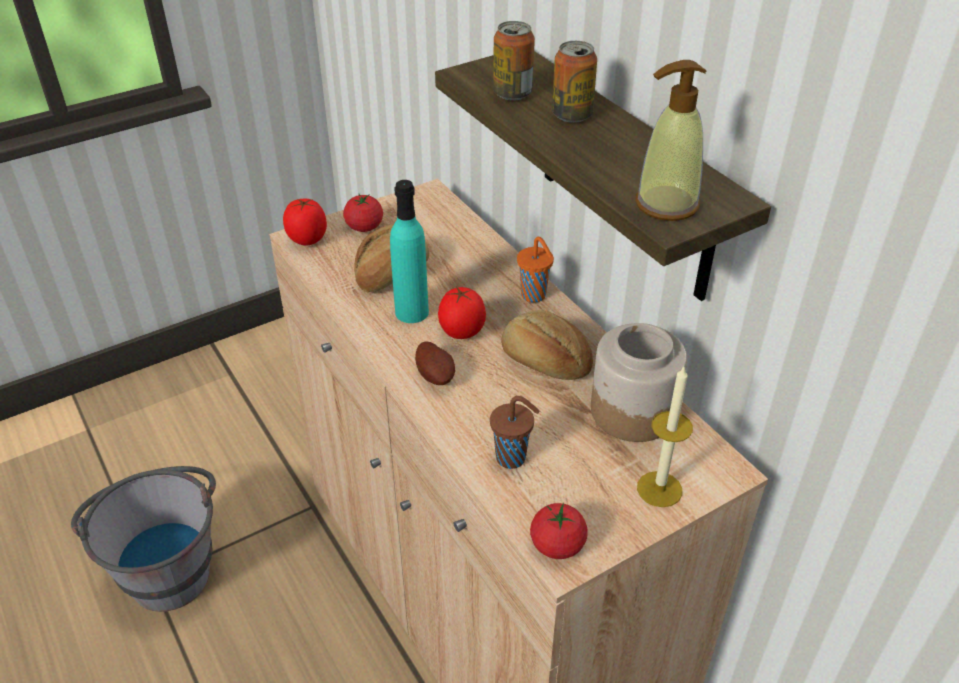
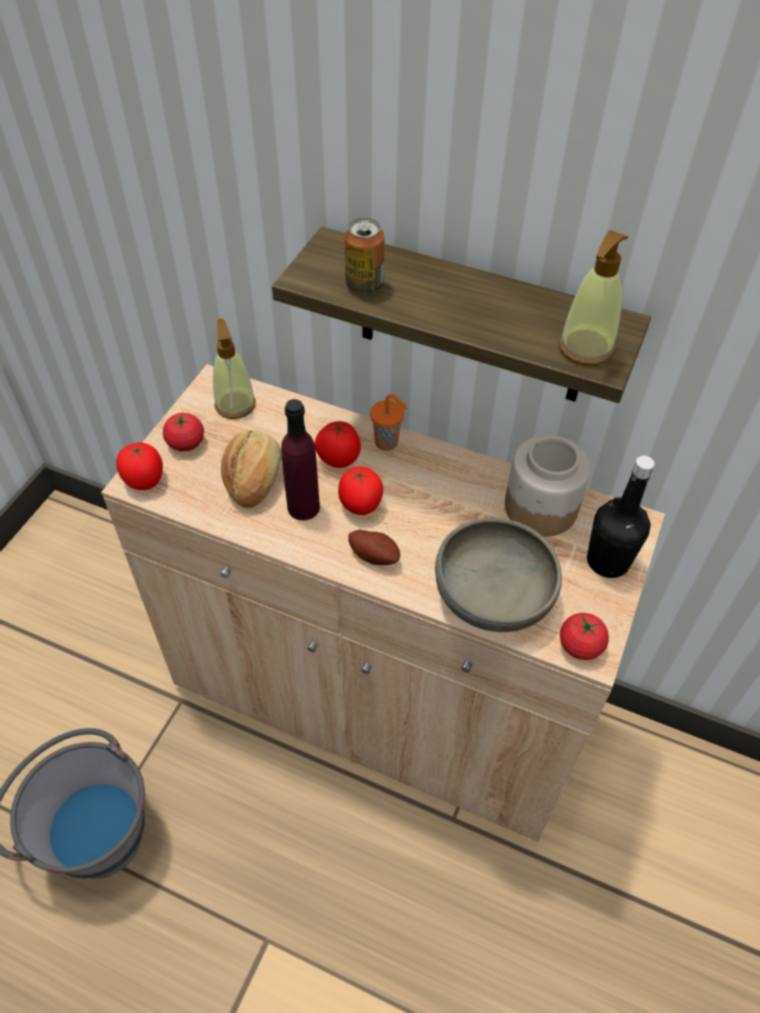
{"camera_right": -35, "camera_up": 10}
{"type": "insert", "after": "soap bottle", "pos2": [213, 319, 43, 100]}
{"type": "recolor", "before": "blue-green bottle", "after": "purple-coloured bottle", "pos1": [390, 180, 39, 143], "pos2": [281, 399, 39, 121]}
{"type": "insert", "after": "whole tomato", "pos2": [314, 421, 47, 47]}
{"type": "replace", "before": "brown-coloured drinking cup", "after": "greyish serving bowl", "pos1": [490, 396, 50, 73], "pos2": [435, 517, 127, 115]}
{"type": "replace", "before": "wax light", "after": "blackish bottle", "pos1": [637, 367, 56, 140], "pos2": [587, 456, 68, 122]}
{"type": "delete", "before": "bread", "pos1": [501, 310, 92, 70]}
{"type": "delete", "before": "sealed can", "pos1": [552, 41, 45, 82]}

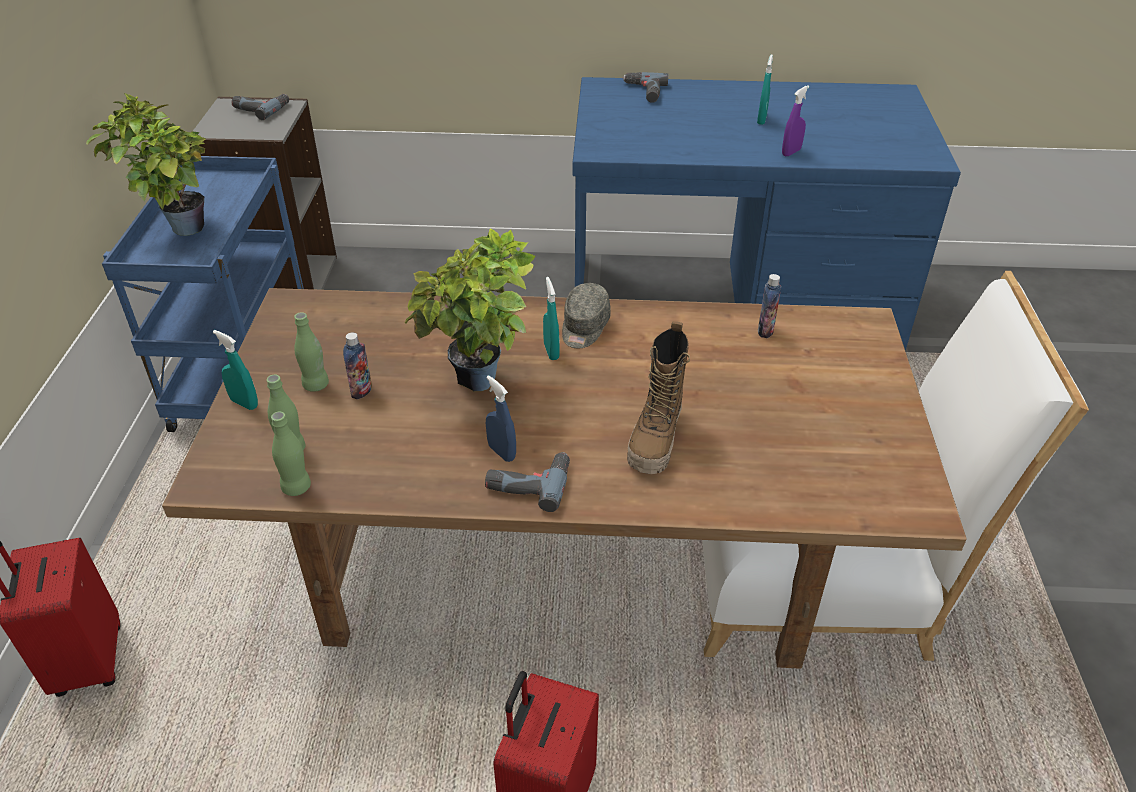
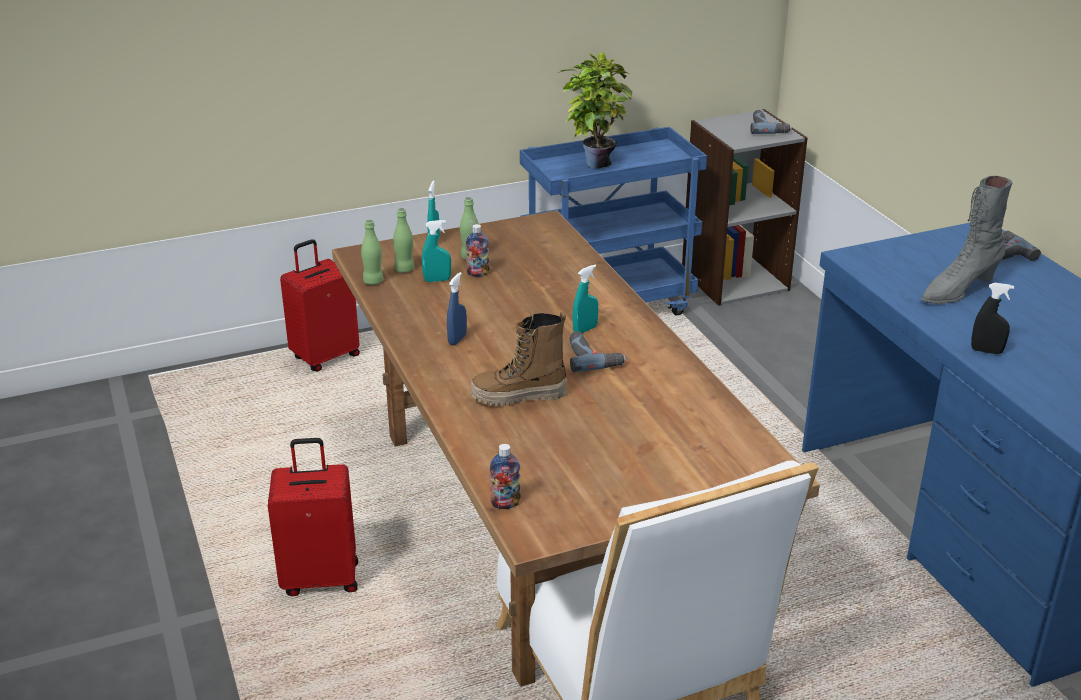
{"camera_right": 65, "camera_up": -10}
{"type": "move", "before": "blue-green sprayer", "pos1": [757, 54, 16, 71], "pos2": [422, 220, 29, 62]}
{"type": "move", "before": "bottle", "pos1": [758, 274, 23, 64], "pos2": [490, 444, 31, 65]}
{"type": "move", "before": "power drill", "pos1": [485, 452, 85, 60], "pos2": [569, 331, 57, 41]}
{"type": "insert", "after": "greyish high-top boot", "pos2": [920, 176, 92, 128]}
{"type": "recolor", "before": "purple-coloured sprayer", "after": "blackish sprayer", "pos1": [782, 85, 27, 71], "pos2": [971, 283, 43, 71]}
{"type": "delete", "before": "houseplant", "pos1": [405, 229, 131, 162]}
{"type": "delete", "before": "greyish baseball cap", "pos1": [562, 283, 48, 65]}

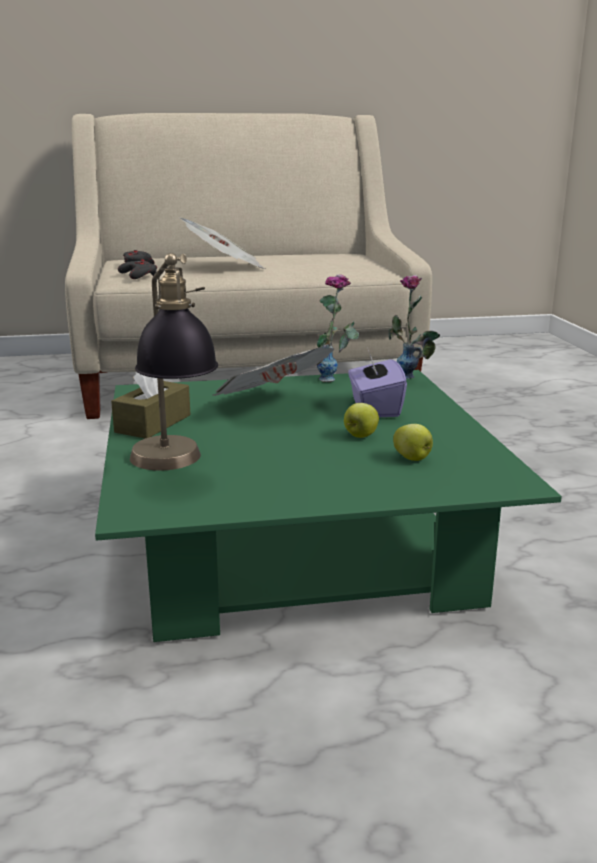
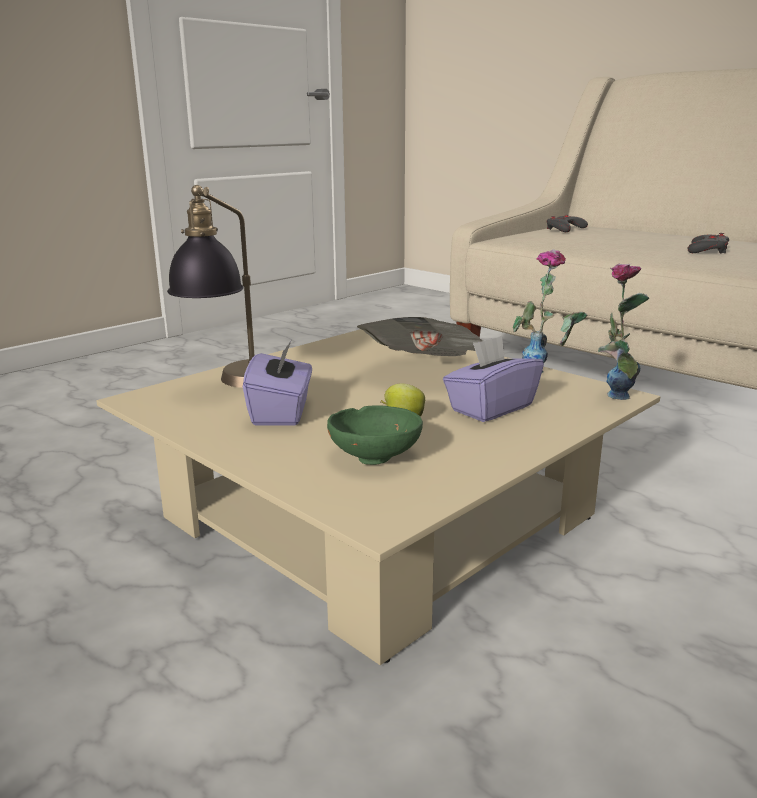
{"camera_right": 55, "camera_up": 0}
{"type": "recolor", "before": "green lounge table", "after": "sand-coloured lounge table", "pos1": [95, 370, 467, 272], "pos2": [96, 329, 564, 336]}
{"type": "insert", "after": "purple-coloured tissue holder", "pos2": [243, 341, 69, 85]}
{"type": "replace", "before": "apple", "after": "green serving bowl", "pos1": [393, 424, 40, 37], "pos2": [327, 405, 96, 60]}
{"type": "move", "before": "greyish gamepad", "pos1": [118, 259, 39, 20], "pos2": [687, 233, 42, 21]}
{"type": "delete", "before": "brown-coloured tissue holder", "pos1": [111, 373, 80, 65]}
{"type": "delete", "before": "daily paper", "pos1": [178, 217, 87, 52]}

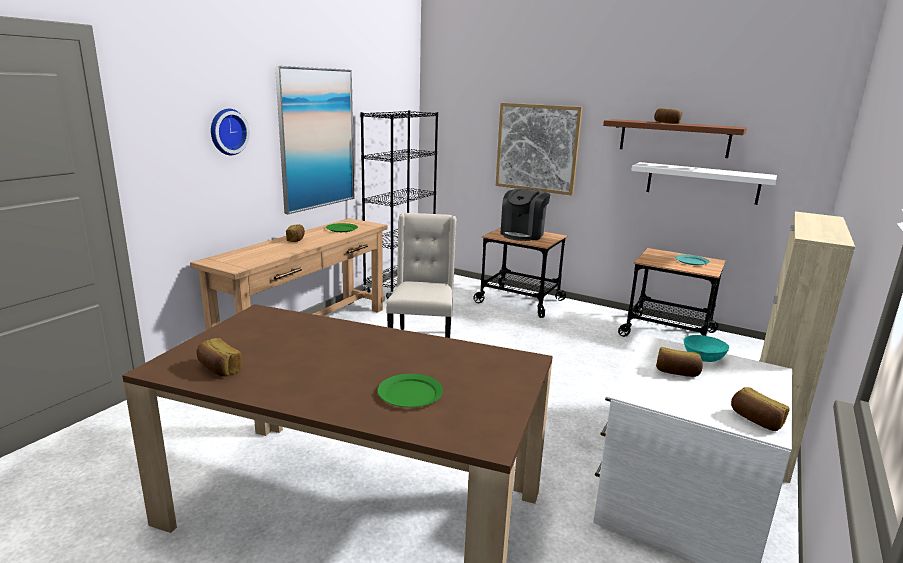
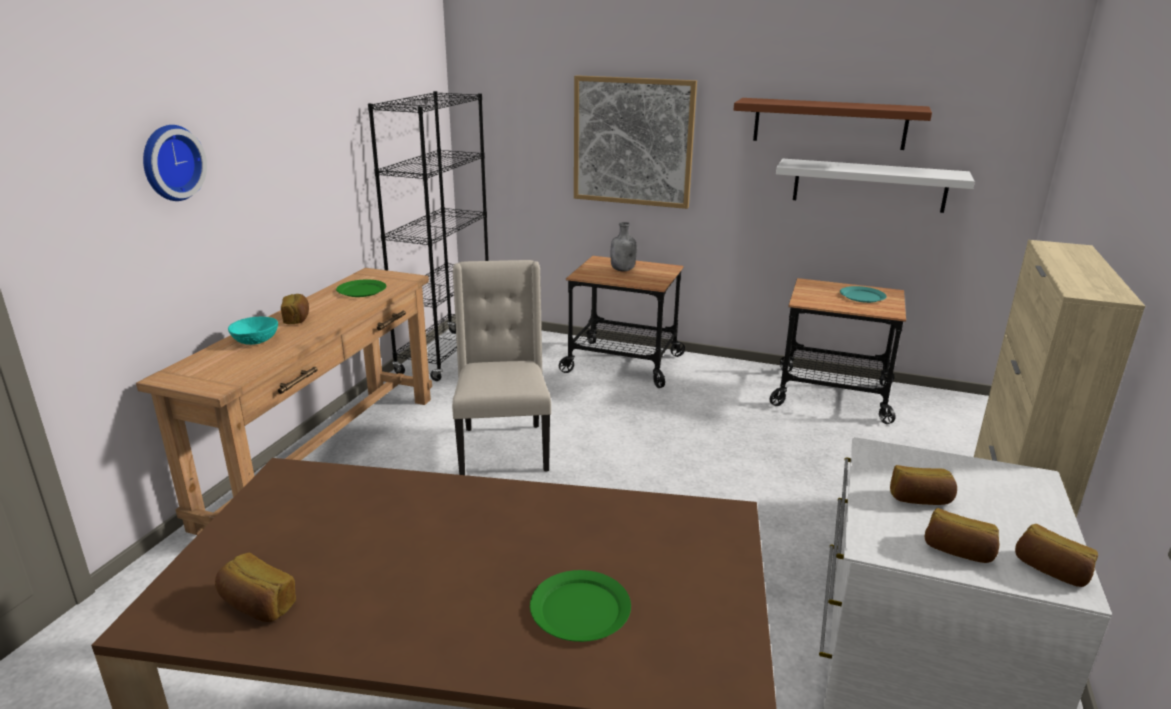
{"camera_right": -10, "camera_up": 5}
{"type": "move", "before": "blue-green serving bowl", "pos1": [684, 335, 45, 27], "pos2": [228, 317, 50, 28]}
{"type": "replace", "before": "coffee maker", "after": "greyish bottle", "pos1": [500, 189, 50, 52], "pos2": [611, 222, 25, 50]}
{"type": "move", "before": "bread", "pos1": [654, 108, 28, 16], "pos2": [925, 508, 74, 55]}
{"type": "delete", "before": "wall art", "pos1": [275, 66, 79, 148]}

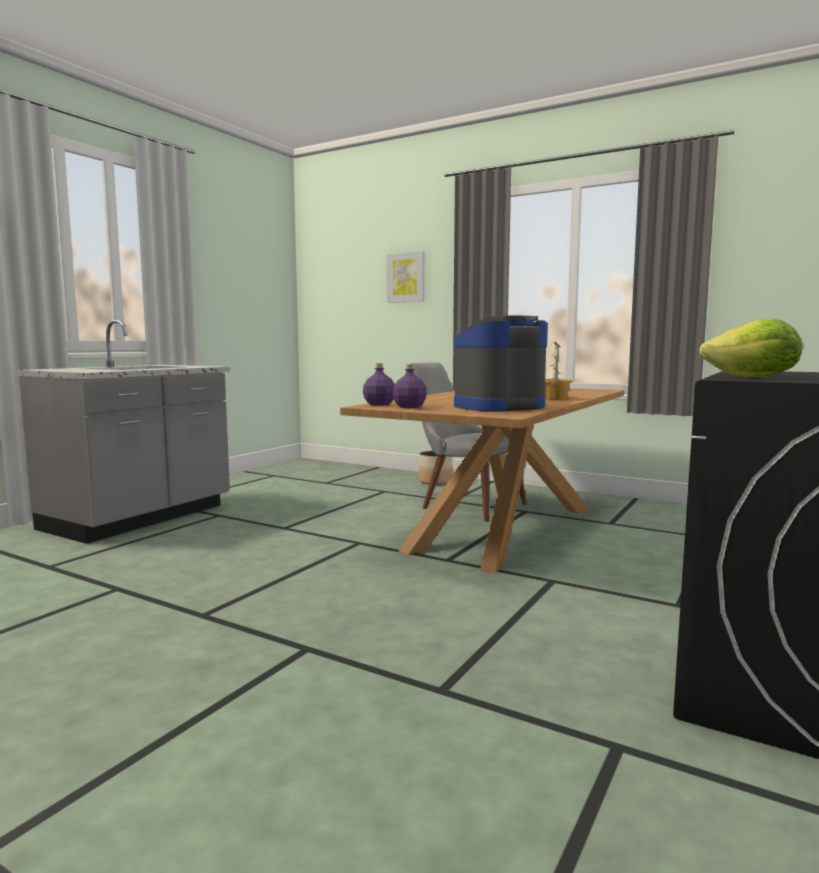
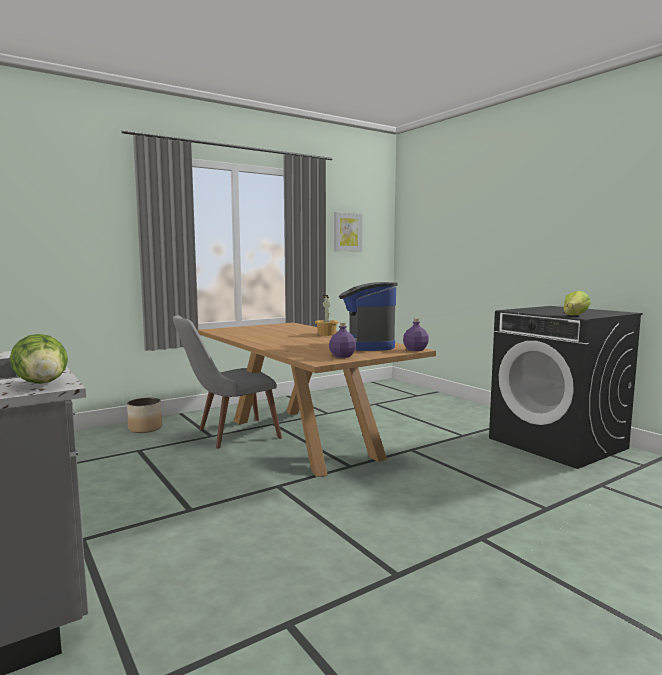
{"camera_right": -65, "camera_up": 0}
{"type": "insert", "after": "lettuce", "pos2": [10, 334, 58, 50]}
{"type": "move", "before": "wall art", "pos1": [387, 251, 37, 52], "pos2": [334, 212, 28, 39]}
{"type": "move", "before": "purple-coloured bottle", "pos1": [363, 363, 32, 43], "pos2": [403, 318, 26, 33]}

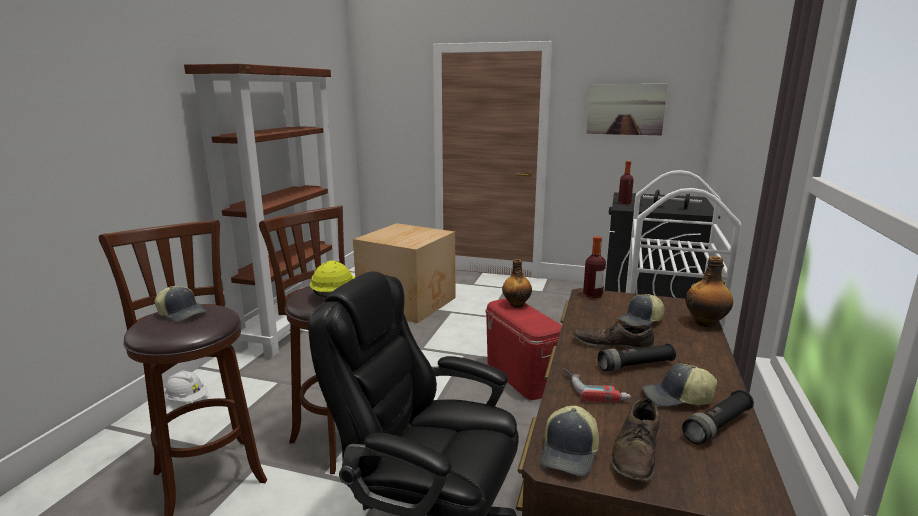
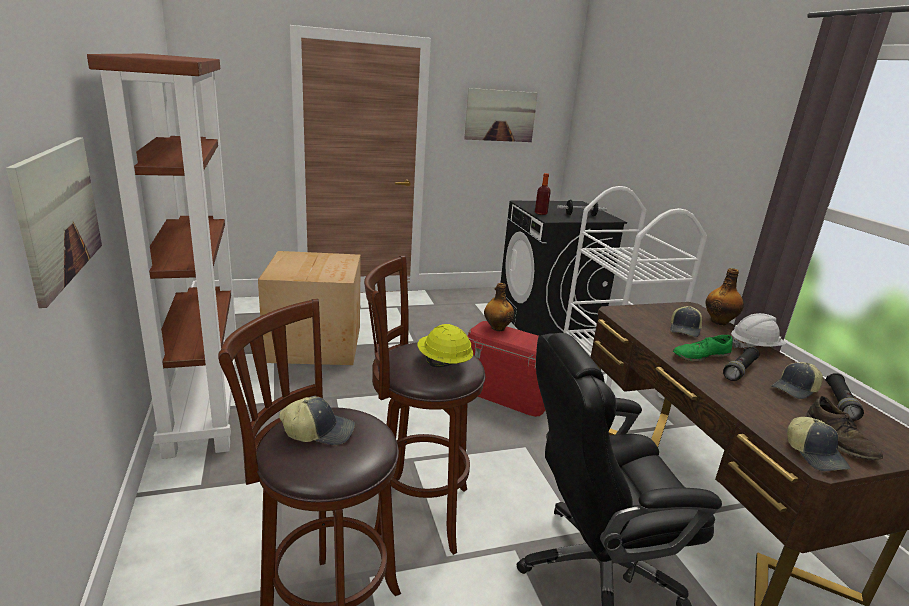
{"camera_right": -35, "camera_up": 5}
{"type": "insert", "after": "wall art", "pos2": [6, 137, 96, 171]}
{"type": "recolor", "before": "brown-coloured low shoe", "after": "green low shoe", "pos1": [573, 322, 81, 27], "pos2": [673, 335, 60, 27]}
{"type": "move", "before": "white safety helmet", "pos1": [164, 371, 44, 31], "pos2": [731, 313, 55, 35]}
{"type": "delete", "before": "power drill", "pos1": [563, 368, 68, 35]}
{"type": "delete", "before": "bottle", "pos1": [583, 236, 23, 62]}

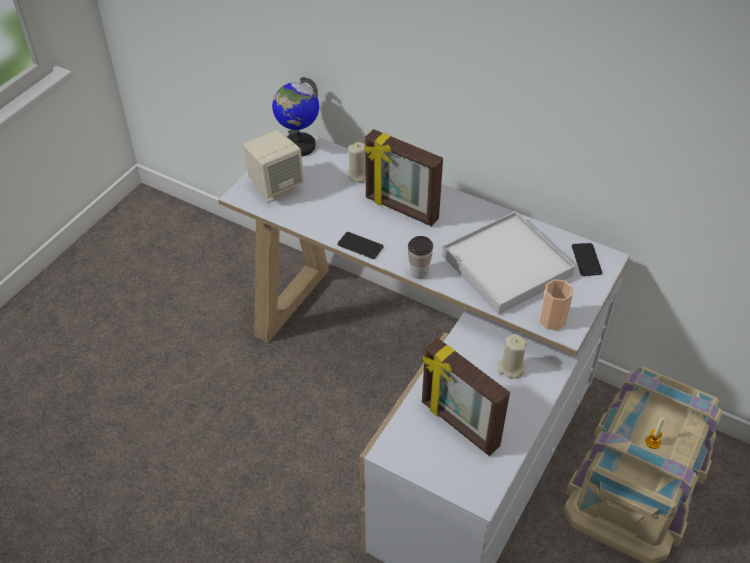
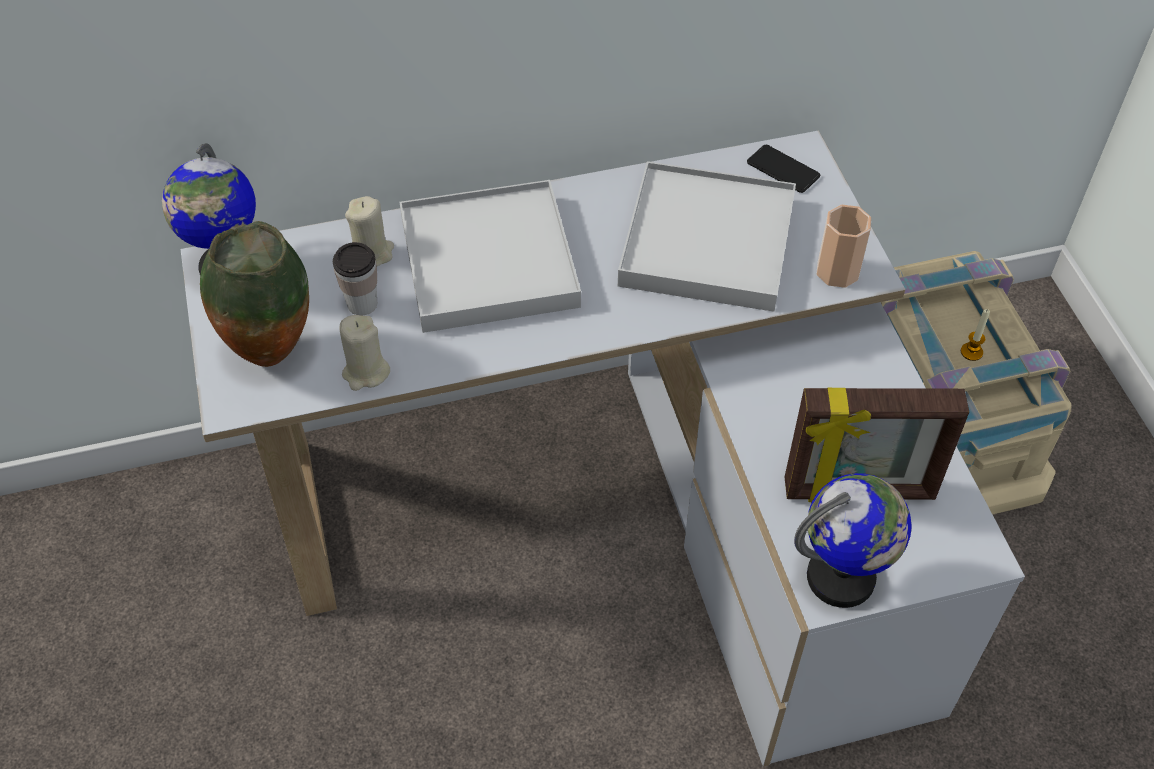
{"camera_right": -45, "camera_up": 5}
{"type": "replace", "before": "sand-coloured loudspeaker", "after": "vase", "pos1": [243, 130, 62, 73], "pos2": [200, 221, 109, 146]}
{"type": "move", "before": "drinking cup", "pos1": [408, 236, 25, 43], "pos2": [333, 242, 44, 74]}
{"type": "move", "before": "sand-coloured wax light", "pos1": [497, 334, 30, 44], "pos2": [340, 315, 50, 76]}
{"type": "replace", "before": "picture frame", "after": "white carrying tray", "pos1": [364, 129, 79, 97], "pos2": [399, 180, 182, 153]}
{"type": "insert", "after": "desk globe", "pos2": [794, 473, 118, 135]}
{"type": "delete", "before": "handset", "pos1": [337, 232, 46, 27]}

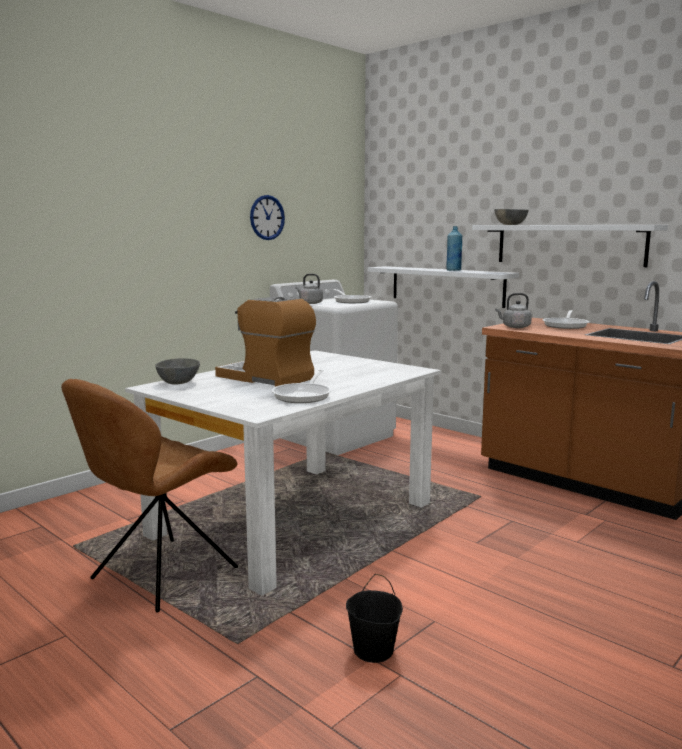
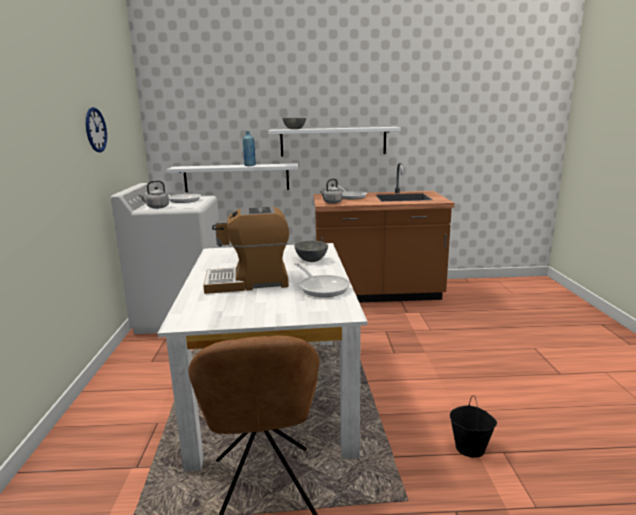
{"camera_right": -45, "camera_up": 5}
{"type": "move", "before": "greyish serving bowl", "pos1": [155, 358, 45, 27], "pos2": [294, 241, 34, 21]}

